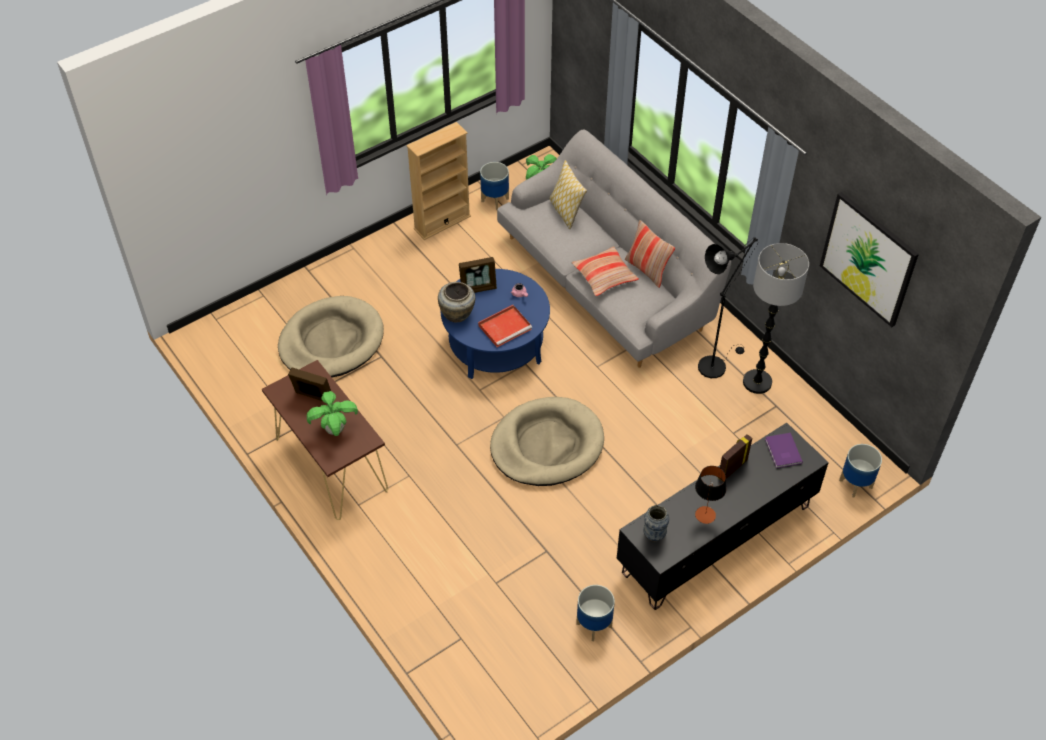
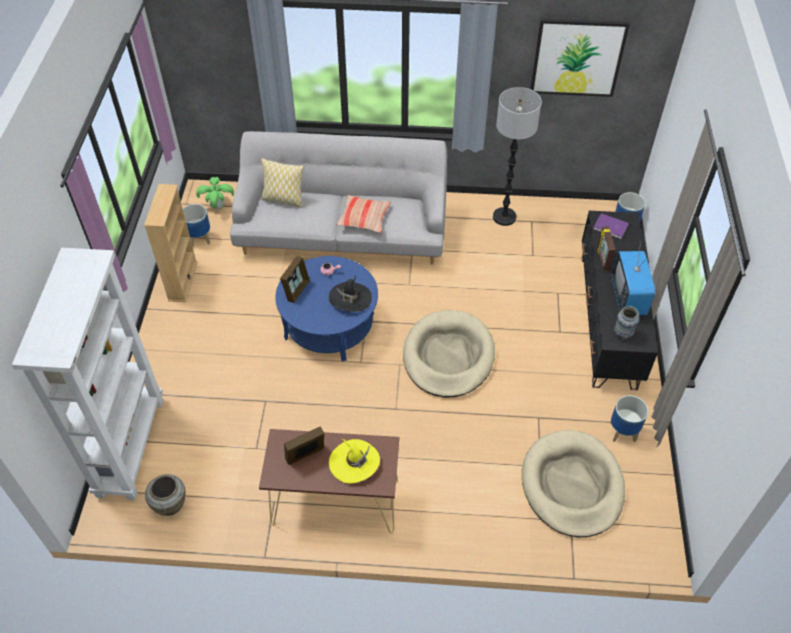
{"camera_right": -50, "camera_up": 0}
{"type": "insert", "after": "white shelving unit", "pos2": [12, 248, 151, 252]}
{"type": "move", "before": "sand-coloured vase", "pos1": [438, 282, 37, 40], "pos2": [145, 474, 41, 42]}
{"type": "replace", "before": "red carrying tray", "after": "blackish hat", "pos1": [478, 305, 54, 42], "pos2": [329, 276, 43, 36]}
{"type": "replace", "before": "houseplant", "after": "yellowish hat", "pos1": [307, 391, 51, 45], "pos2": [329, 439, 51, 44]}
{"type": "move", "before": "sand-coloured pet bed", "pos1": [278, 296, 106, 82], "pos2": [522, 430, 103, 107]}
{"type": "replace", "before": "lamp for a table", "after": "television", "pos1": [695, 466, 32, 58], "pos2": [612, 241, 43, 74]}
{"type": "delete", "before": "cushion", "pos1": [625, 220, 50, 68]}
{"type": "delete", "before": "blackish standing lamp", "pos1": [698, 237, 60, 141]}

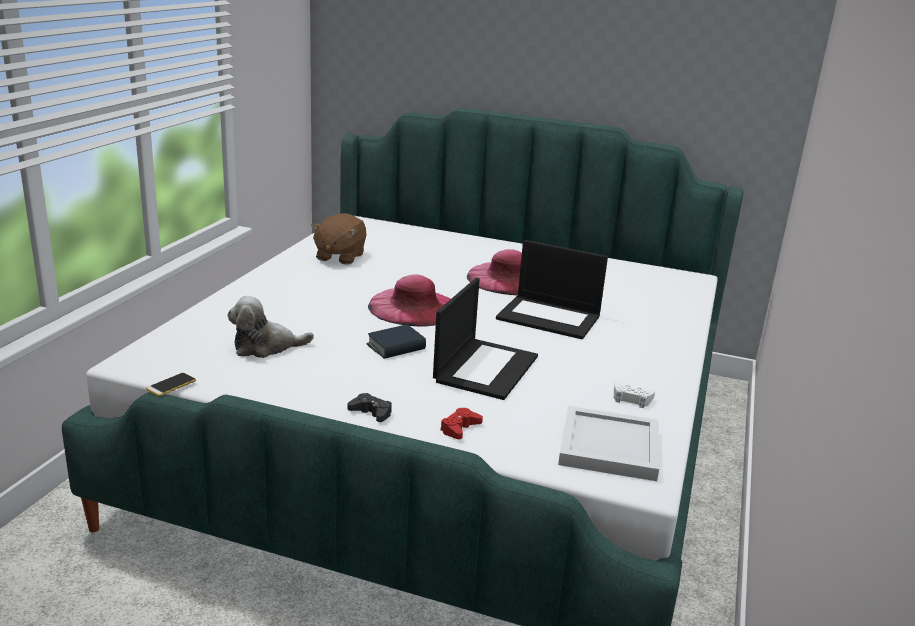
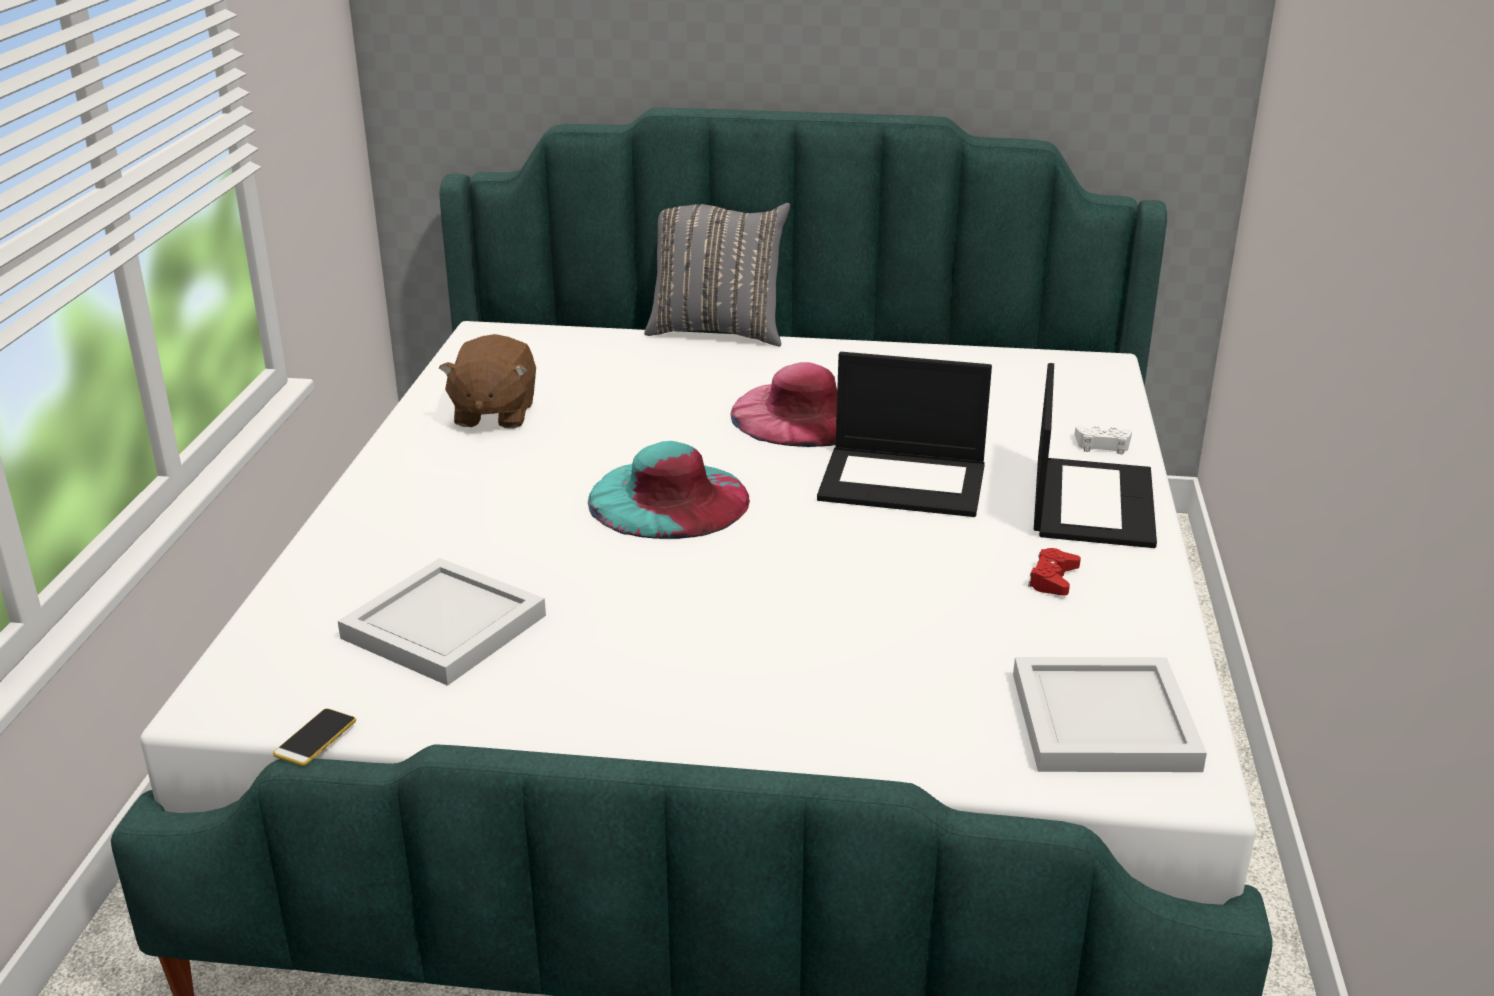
{"camera_right": -10, "camera_up": 5}
{"type": "replace", "before": "plush toy", "after": "white carrying tray", "pos1": [227, 296, 87, 62], "pos2": [338, 558, 208, 128]}
{"type": "recolor", "before": "pinkish hat", "after": "blue-green hat", "pos1": [368, 274, 83, 53], "pos2": [588, 441, 162, 98]}
{"type": "insert", "after": "greyish cushion", "pos2": [644, 203, 146, 143]}
{"type": "move", "before": "red gamepad", "pos1": [440, 408, 43, 31], "pos2": [1028, 548, 53, 48]}
{"type": "move", "before": "notebook computer", "pos1": [433, 278, 105, 122], "pos2": [1034, 363, 123, 185]}
{"type": "move", "before": "white gamepad", "pos1": [614, 382, 41, 26], "pos2": [1075, 425, 57, 29]}
{"type": "delete", "before": "blackish gamepad", "pos1": [347, 393, 45, 29]}
{"type": "delete", "before": "volume", "pos1": [366, 324, 60, 35]}

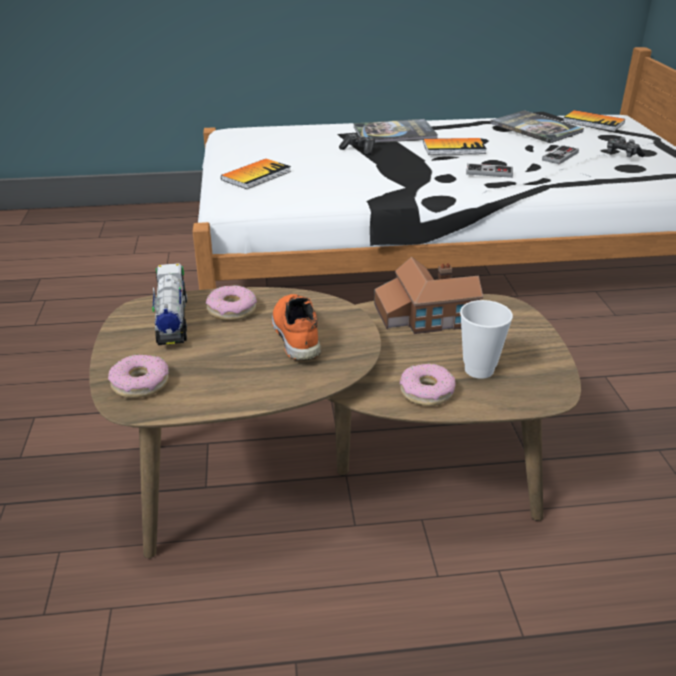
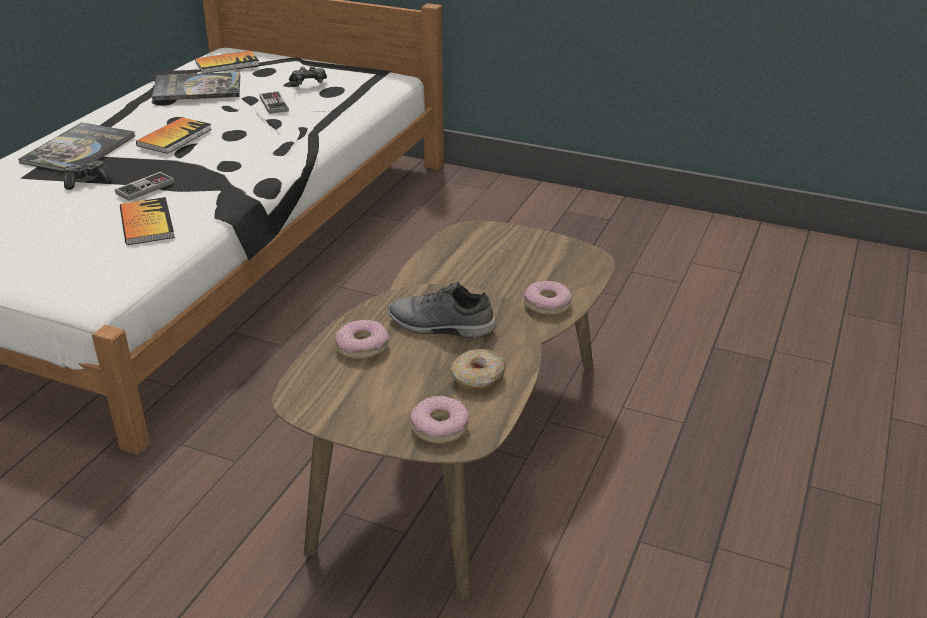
{"camera_right": -60, "camera_up": 0}
{"type": "move", "before": "gamepad", "pos1": [466, 163, 47, 15], "pos2": [115, 172, 60, 29]}
{"type": "move", "before": "volume", "pos1": [221, 159, 70, 30], "pos2": [120, 197, 55, 48]}
{"type": "recolor", "before": "orange low shoe", "after": "greyish low shoe", "pos1": [272, 294, 49, 67], "pos2": [388, 282, 108, 56]}
{"type": "insert", "after": "doughnut", "pos2": [451, 349, 55, 42]}
{"type": "delete", "before": "model truck", "pos1": [152, 263, 35, 82]}
{"type": "delete", "before": "toy house", "pos1": [374, 256, 109, 78]}
{"type": "delete", "before": "drinking cup", "pos1": [460, 300, 53, 79]}

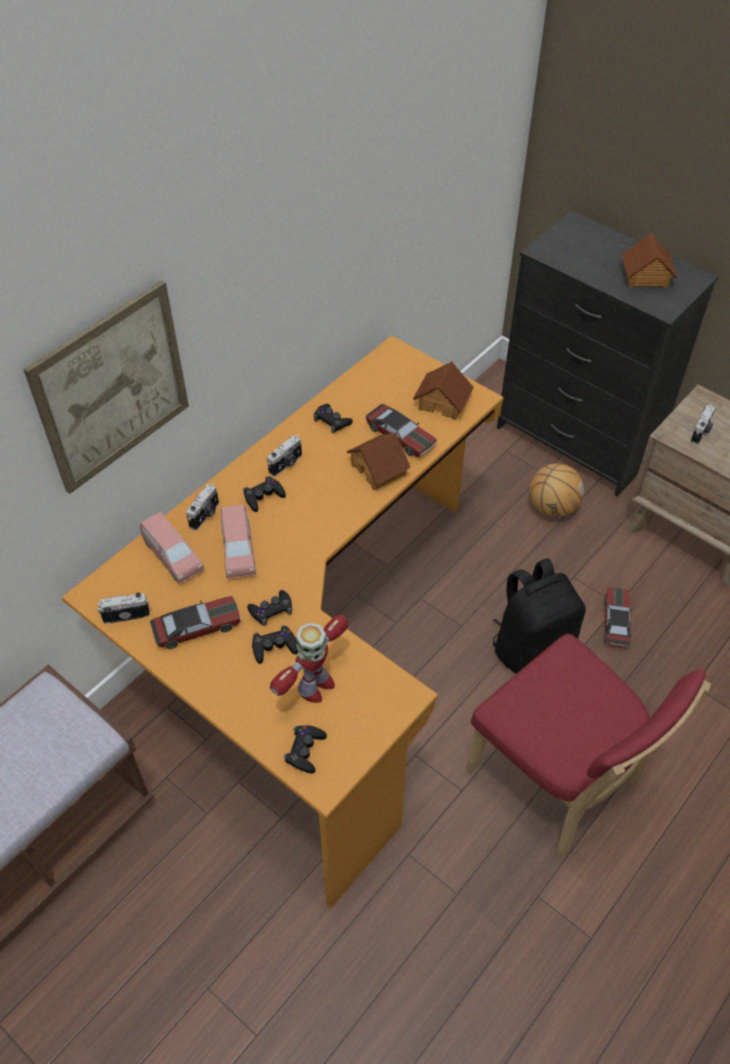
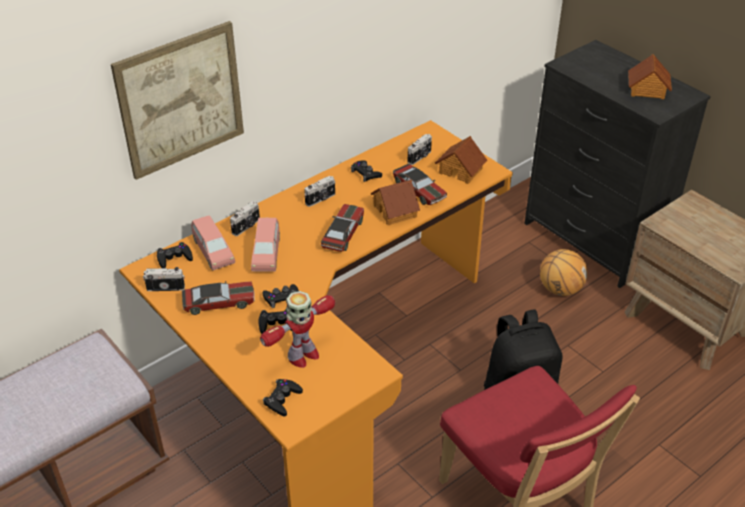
{"camera_right": 10, "camera_up": -10}
{"type": "move", "before": "blackish gamepad", "pos1": [243, 476, 43, 36], "pos2": [157, 242, 36, 26]}
{"type": "move", "before": "miniature car", "pos1": [603, 588, 30, 60], "pos2": [321, 204, 43, 48]}
{"type": "move", "before": "photo camera", "pos1": [691, 405, 24, 40], "pos2": [407, 134, 25, 31]}

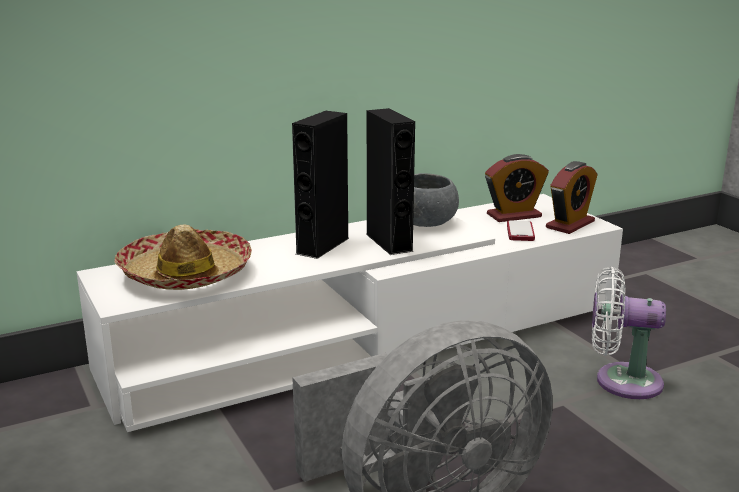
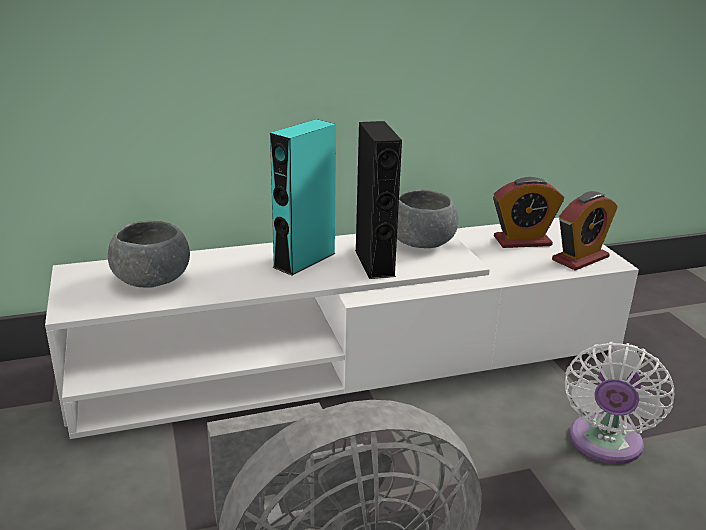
{"camera_right": 10, "camera_up": 5}
{"type": "replace", "before": "hat", "after": "greyish serving bowl", "pos1": [114, 224, 138, 66], "pos2": [108, 221, 82, 66]}
{"type": "recolor", "before": "blackish loudspeaker", "after": "blue-green loudspeaker", "pos1": [292, 111, 57, 148], "pos2": [270, 119, 66, 157]}
{"type": "rotate", "before": "white electric fan", "pos1": [592, 267, 74, 132], "pos2": [565, 342, 109, 122], "turn": -90}
{"type": "delete", "before": "handset", "pos1": [507, 220, 28, 21]}

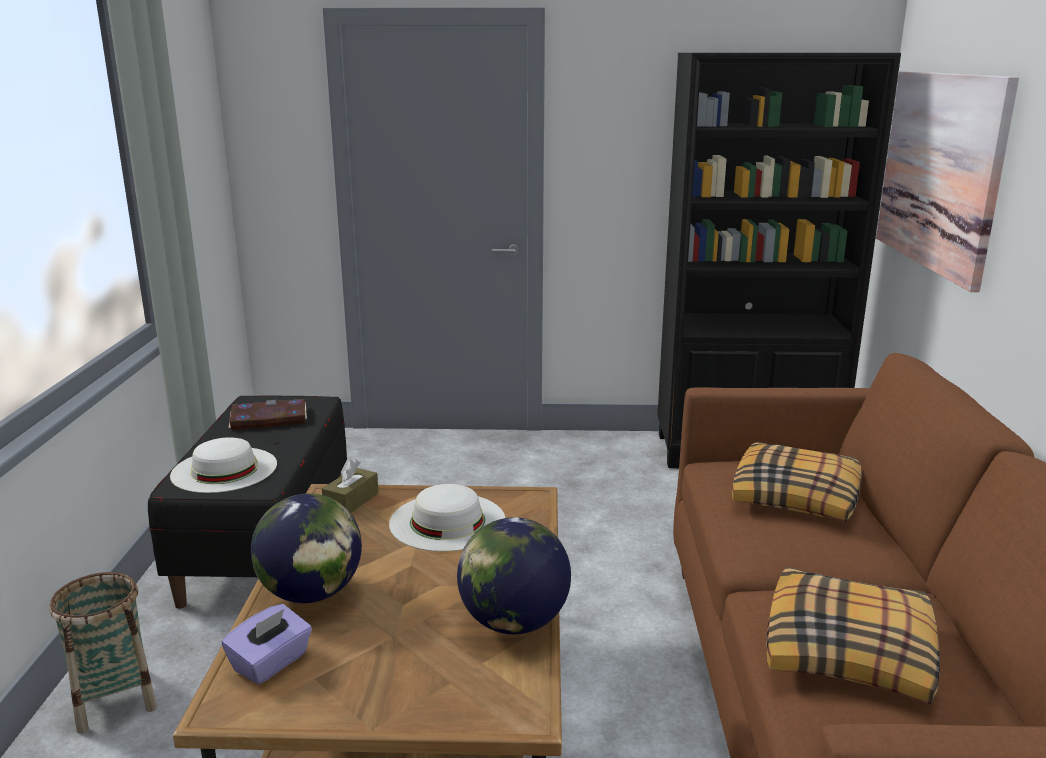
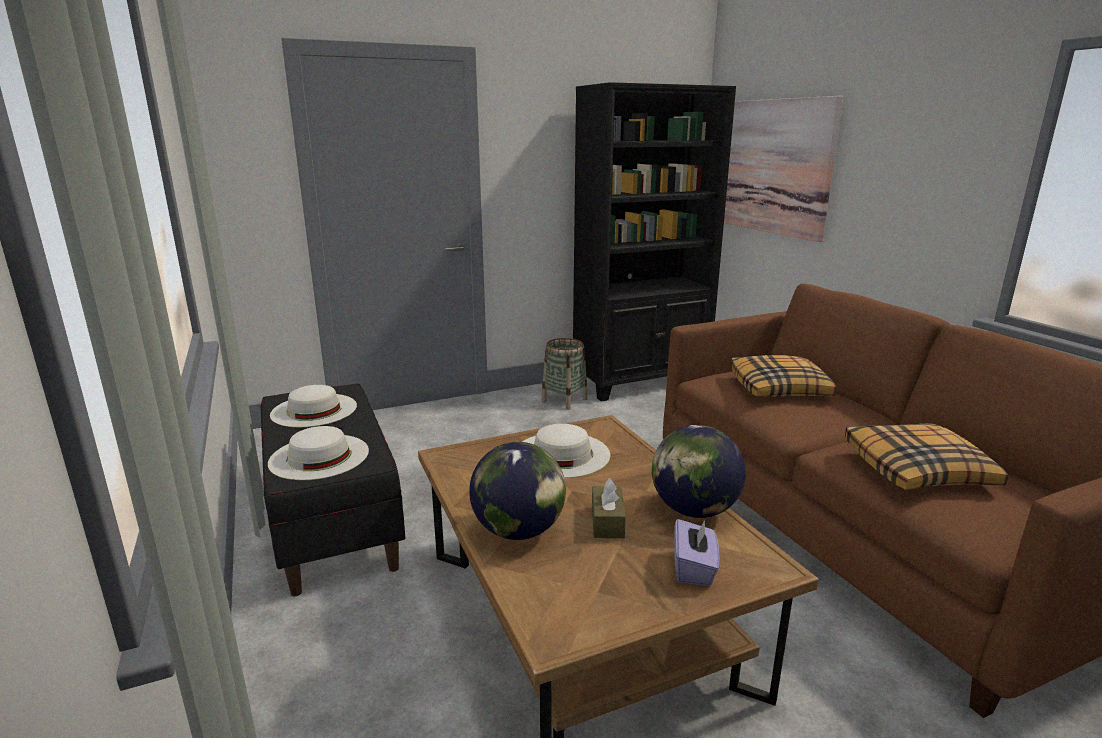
{"camera_right": -25, "camera_up": 0}
{"type": "replace", "before": "volume", "after": "white hat", "pos1": [228, 399, 79, 31], "pos2": [270, 385, 87, 42]}
{"type": "move", "before": "household basket", "pos1": [49, 572, 108, 162], "pos2": [541, 338, 47, 72]}
{"type": "move", "before": "brown-coloured tissue holder", "pos1": [322, 459, 57, 54], "pos2": [592, 478, 34, 60]}
{"type": "move", "before": "purple-coloured tissue holder", "pos1": [222, 604, 90, 80], "pos2": [674, 518, 46, 68]}

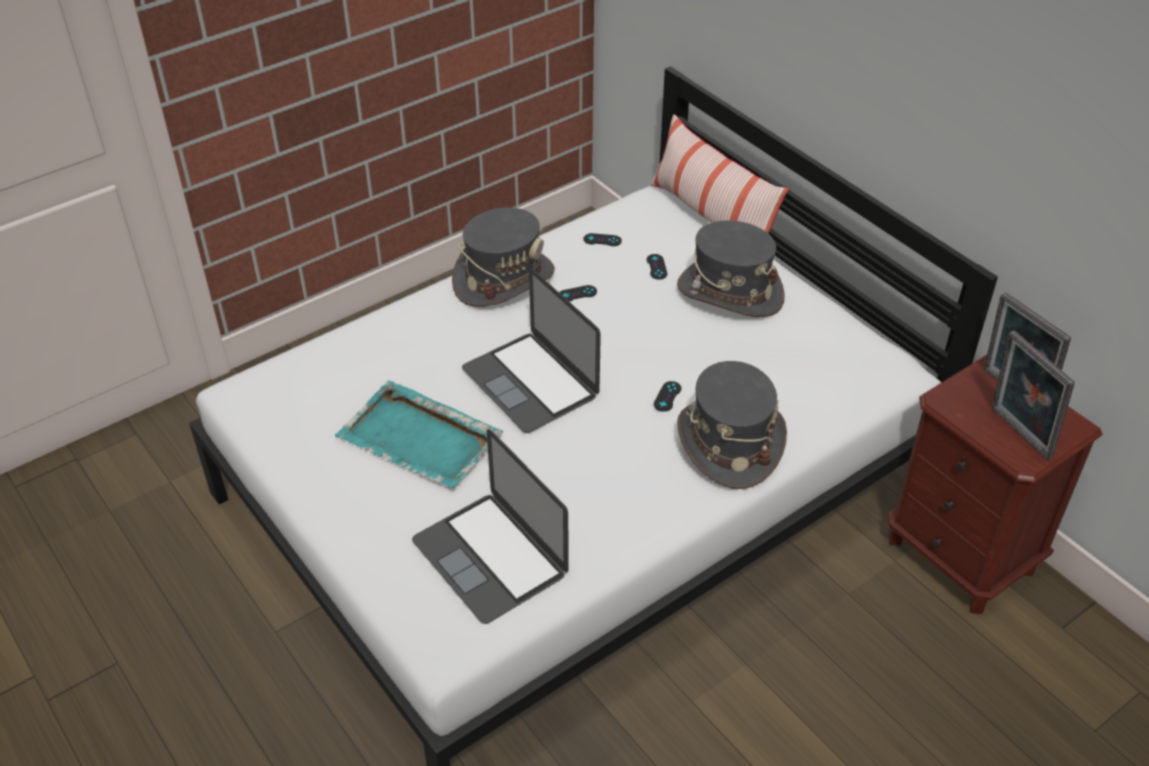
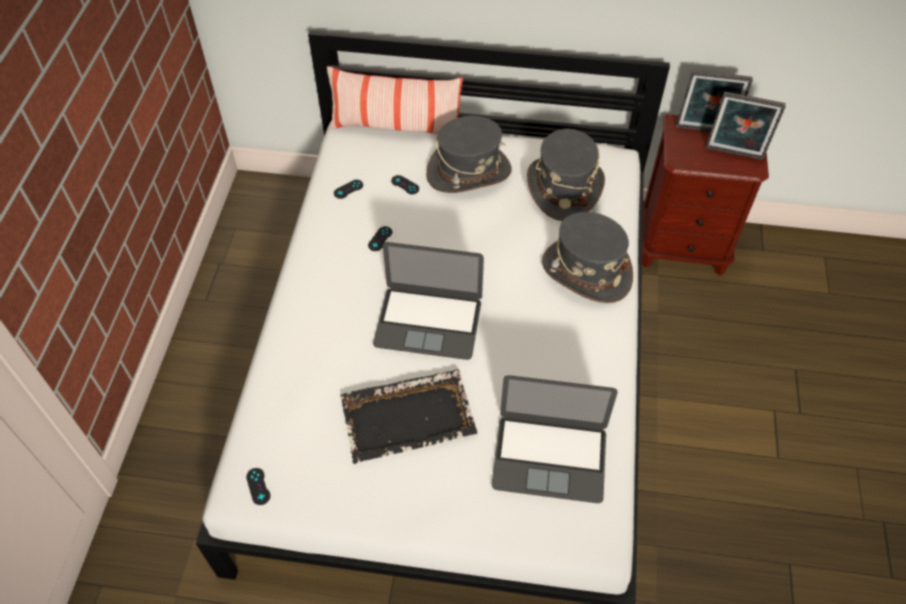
{"camera_right": -45, "camera_up": 10}
{"type": "move", "before": "blackish gamepad", "pos1": [654, 381, 27, 31], "pos2": [246, 468, 24, 37]}
{"type": "recolor", "before": "blue-green carrying tray", "after": "blackish carrying tray", "pos1": [335, 380, 168, 108], "pos2": [340, 369, 137, 95]}
{"type": "move", "before": "greyish hat", "pos1": [452, 207, 103, 100], "pos2": [527, 129, 78, 92]}

